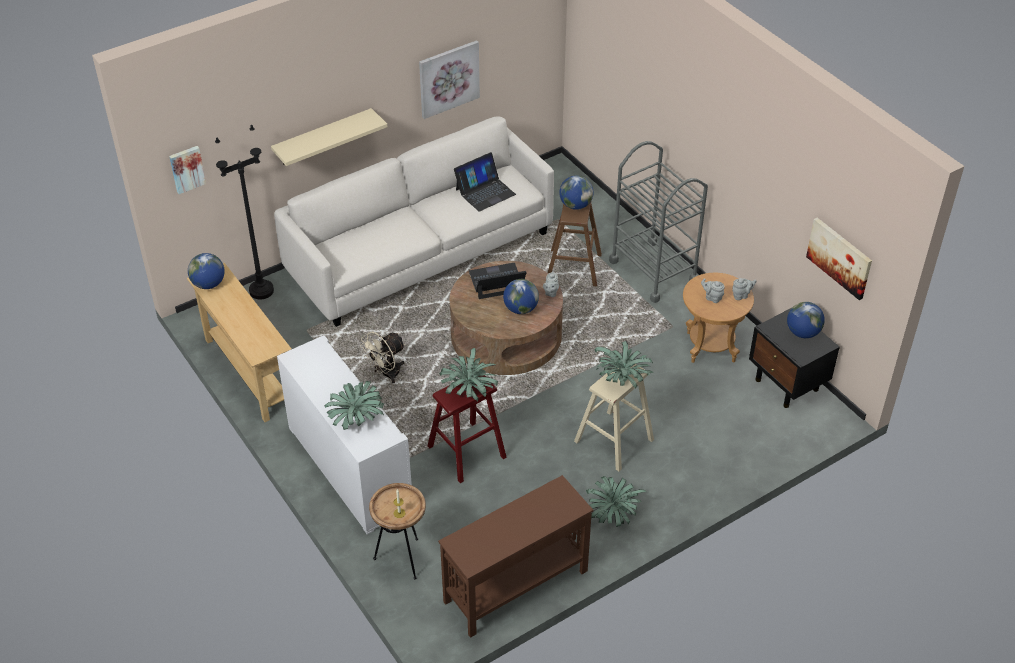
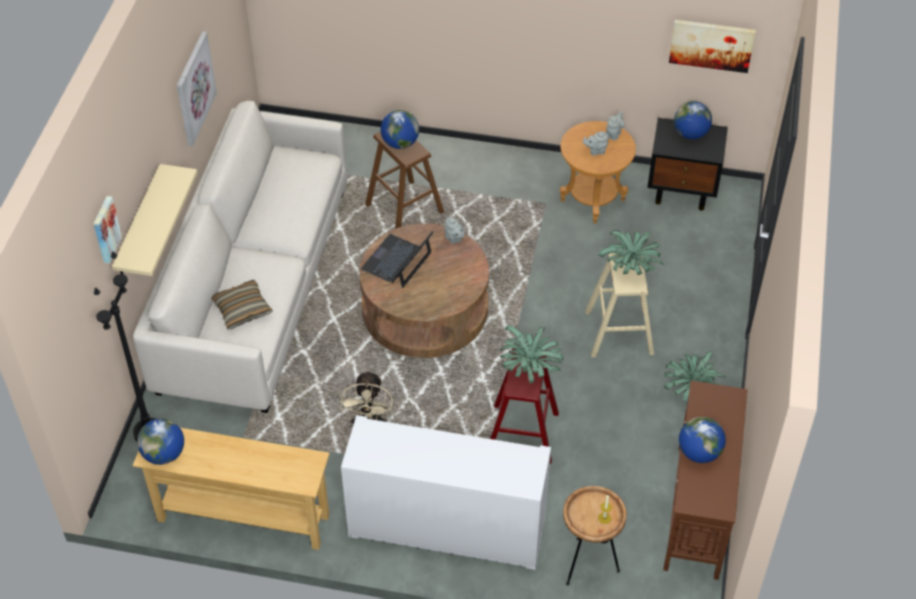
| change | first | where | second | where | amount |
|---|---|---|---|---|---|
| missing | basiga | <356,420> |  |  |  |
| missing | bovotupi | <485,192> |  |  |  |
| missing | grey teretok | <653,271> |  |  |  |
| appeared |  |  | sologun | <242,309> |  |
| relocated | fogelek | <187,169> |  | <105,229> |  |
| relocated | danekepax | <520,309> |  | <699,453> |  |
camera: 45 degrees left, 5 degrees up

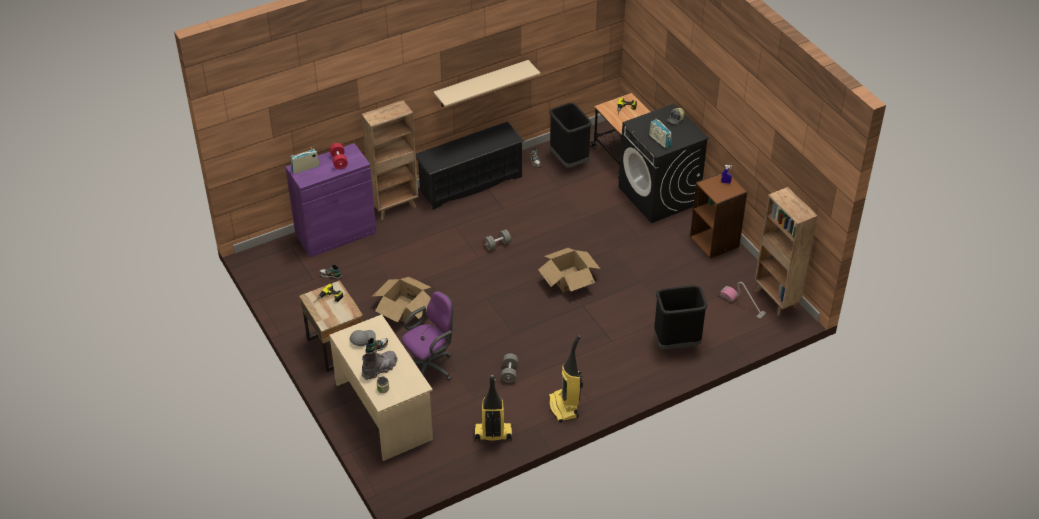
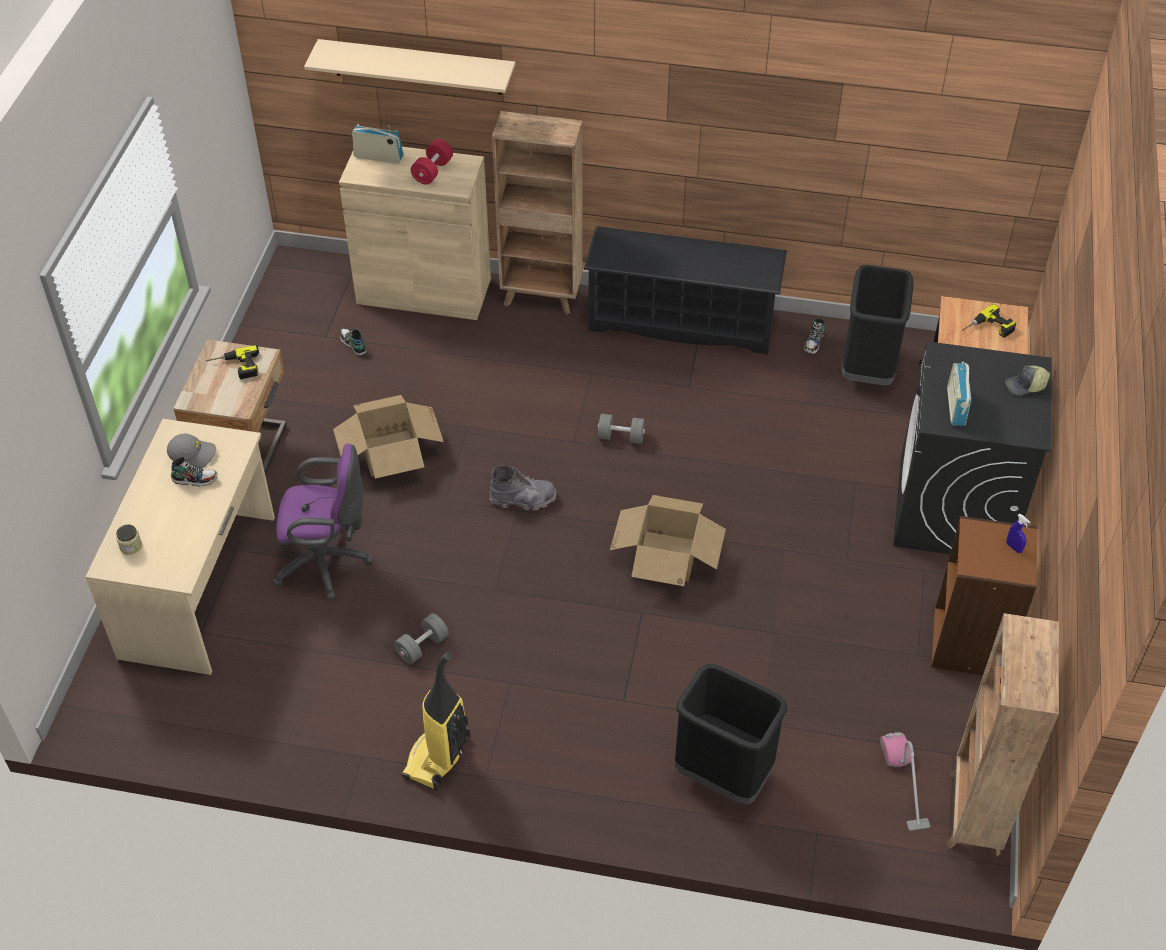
| change | first | where | second | where | amount |
|---|---|---|---|---|---|
| missing | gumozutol | <492,434> |  |  |  |
| relocated | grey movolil | <380,368> |  | <523,499> |  |
| relocated | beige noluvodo | <481,84> |  | <417,67> |  |
| colour | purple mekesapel | <336,234> | beige mekesapel | <424,291> |  |
camera: 40 degrees right, 5 degrees up

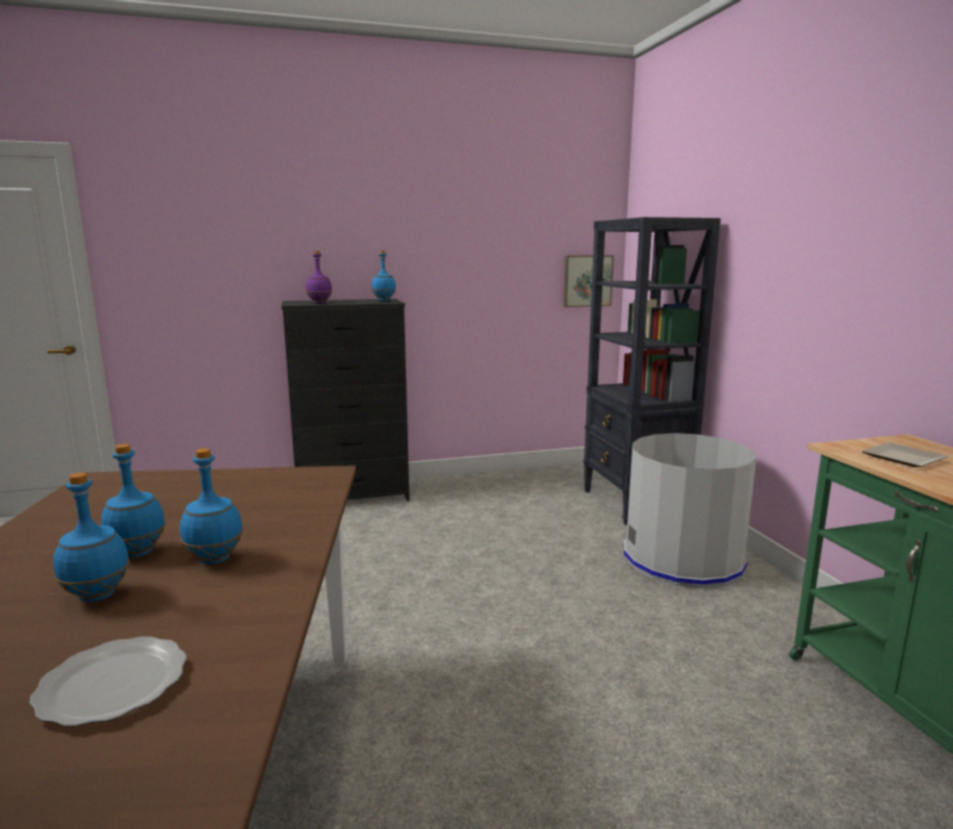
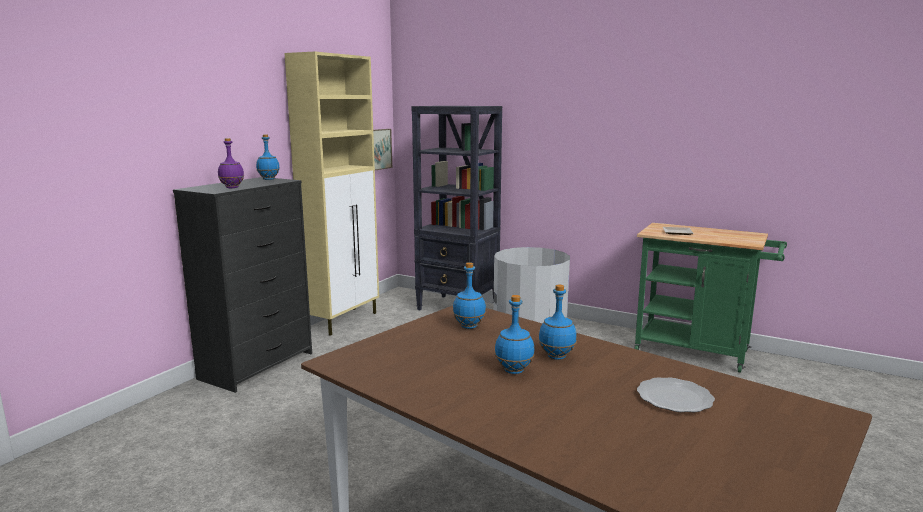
| change | first | where | second | where | amount |
|---|---|---|---|---|---|
| appeared |  |  | beige mekesapel | <343,321> |  |
| relocated | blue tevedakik | <98,595> |  | <469,326> |  |
camera: 45 degrees left, 0 degrees up

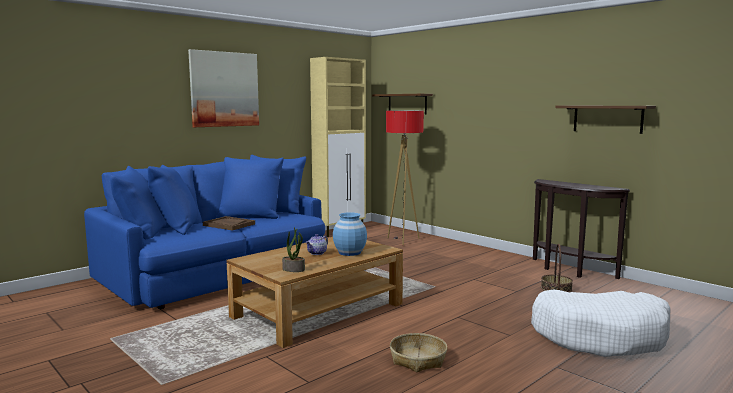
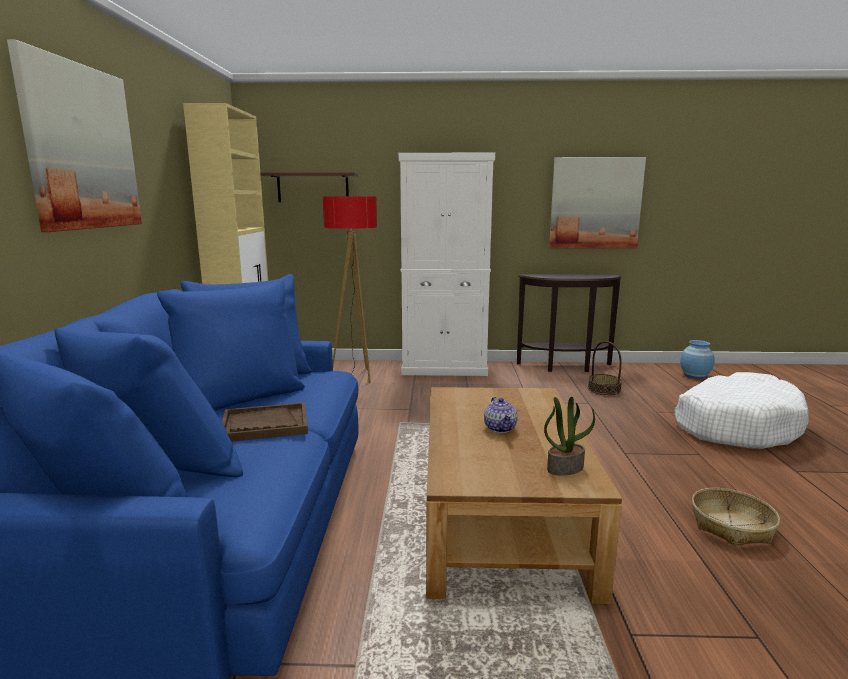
| change | first | where | second | where | amount |
|---|---|---|---|---|---|
| appeared |  |  | white mekesapel | <444,369> |  |
| relocated | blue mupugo | <349,252> |  | <694,375> |  |
| exchanged | brown noluvodo | <607,119> | fogelek | <595,203> |  |
camera: 45 degrees left, 5 degrees up

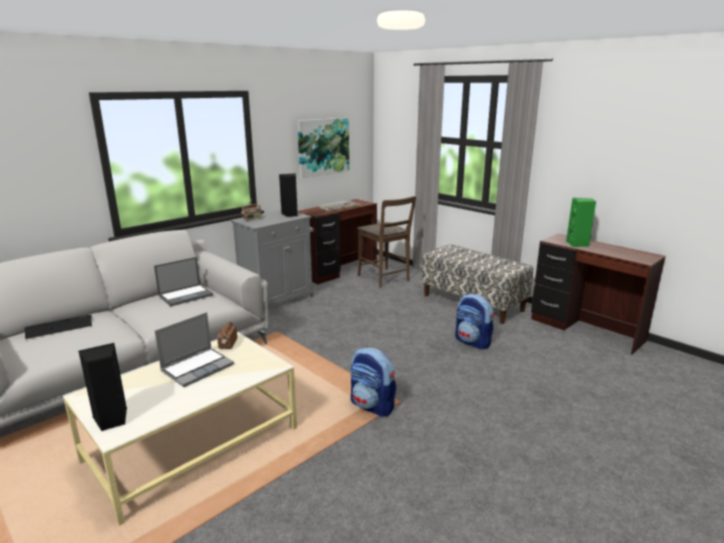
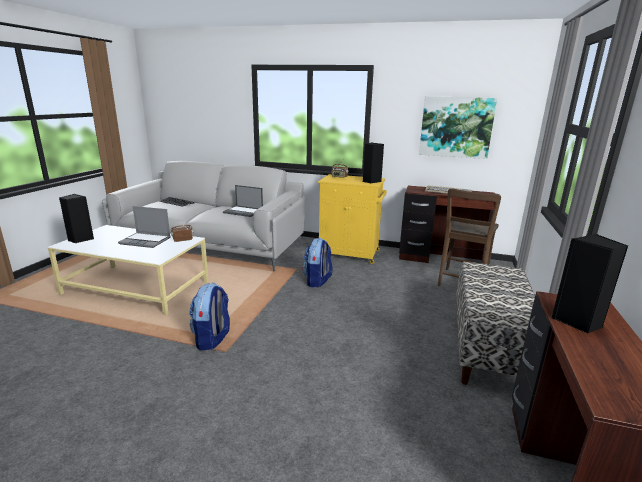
| change | first | where | second | where | amount |
|---|---|---|---|---|---|
| relocated | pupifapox | <473,342> |  | <317,281> |  |
| colour | grey mekesapel | <278,299> | yellow mekesapel | <350,254> |  |
| colour | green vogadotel | <577,244> | black vogadotel | <577,322> |  |
camera: 60 degrees right, 0 degrees up

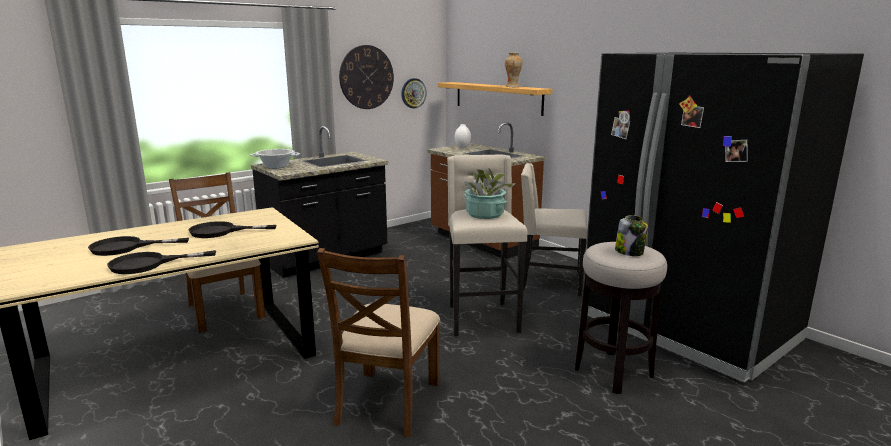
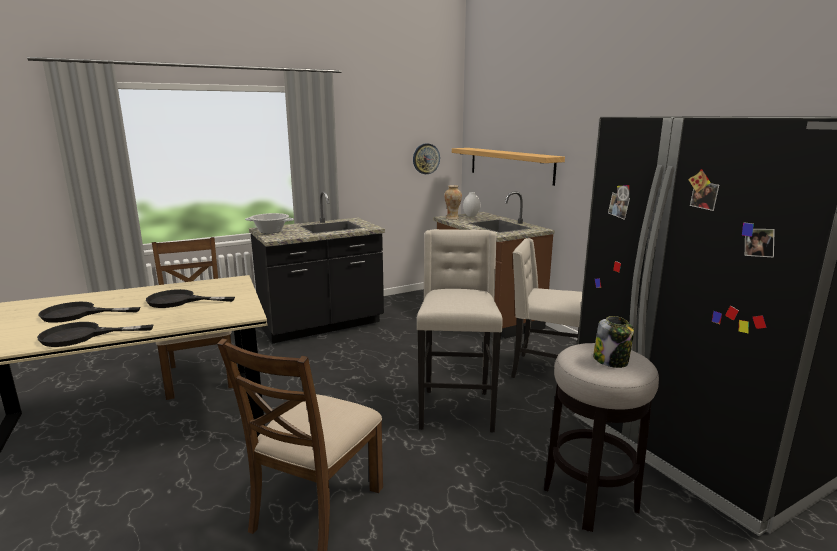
| change | first | where | second | where | amount |
|---|---|---|---|---|---|
| missing | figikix | <366,77> |  |  |  |
| missing | basiga | <484,214> |  |  |  |
| relocated | mupugo | <512,87> |  | <452,218> |  |
camera: 10 degrees right, 0 degrees up

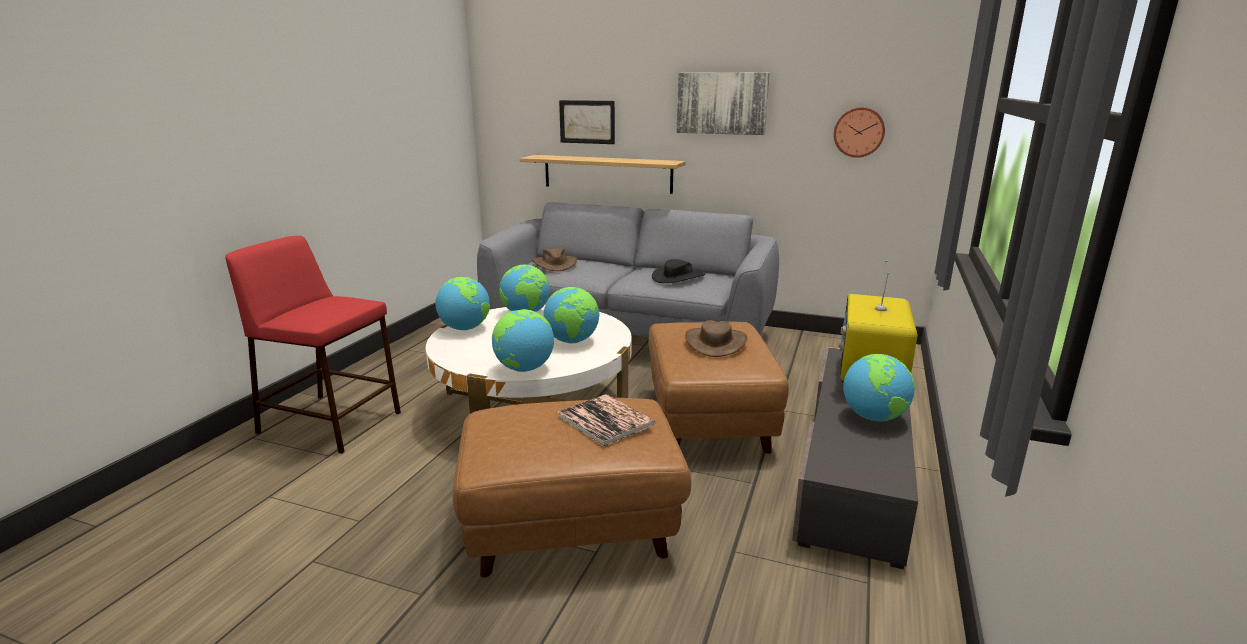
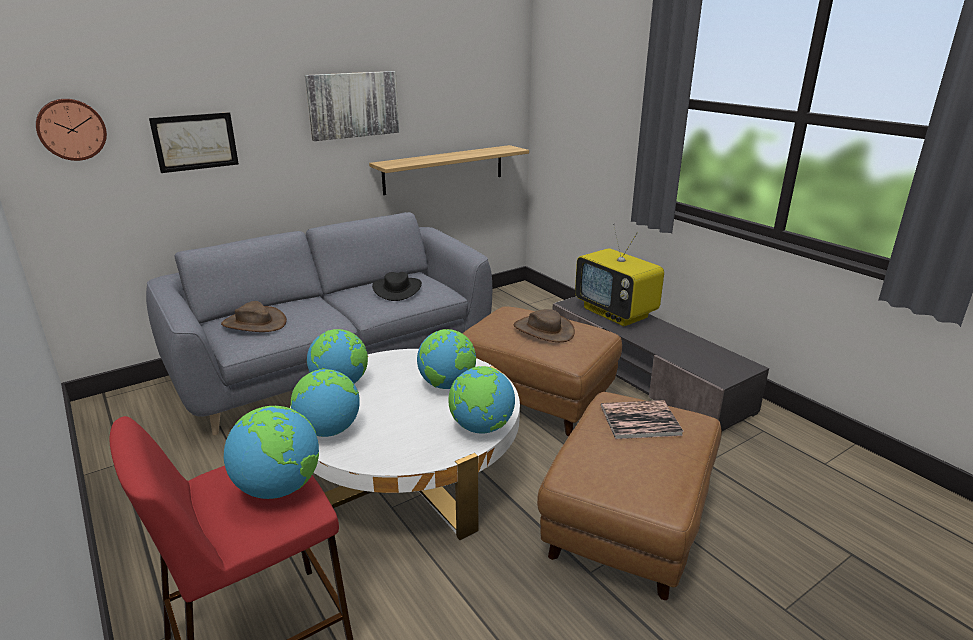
| change | first | where | second | where | amount |
|---|---|---|---|---|---|
| relocated | noluvodo | <607,173> |  | <444,169> |  |
| relocated | figikix | <859,132> |  | <71,129> |  |
| relocated | danekepax | <874,417> |  | <279,487> |  |
camera: 55 degrees left, 5 degrees up

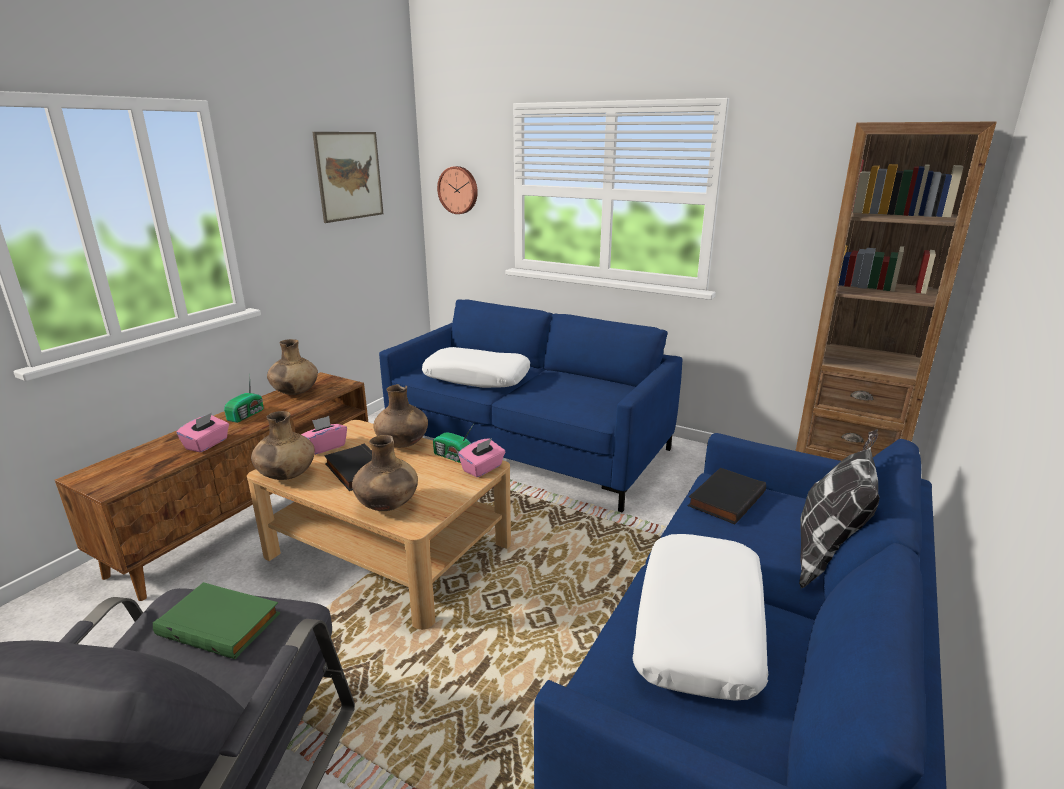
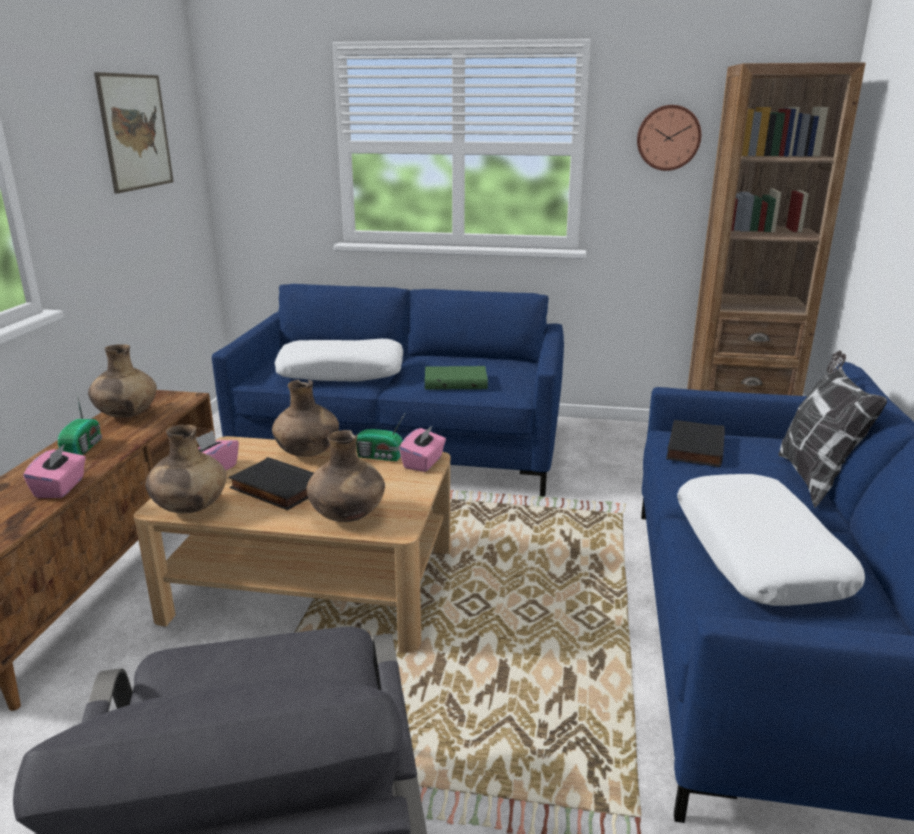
| change | first | where | second | where | amount |
|---|---|---|---|---|---|
| relocated | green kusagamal | <221,623> |  | <456,381> |  |
| relocated | figikix | <458,190> |  | <668,137> |  |
camera: 20 degrees left, 0 degrees up

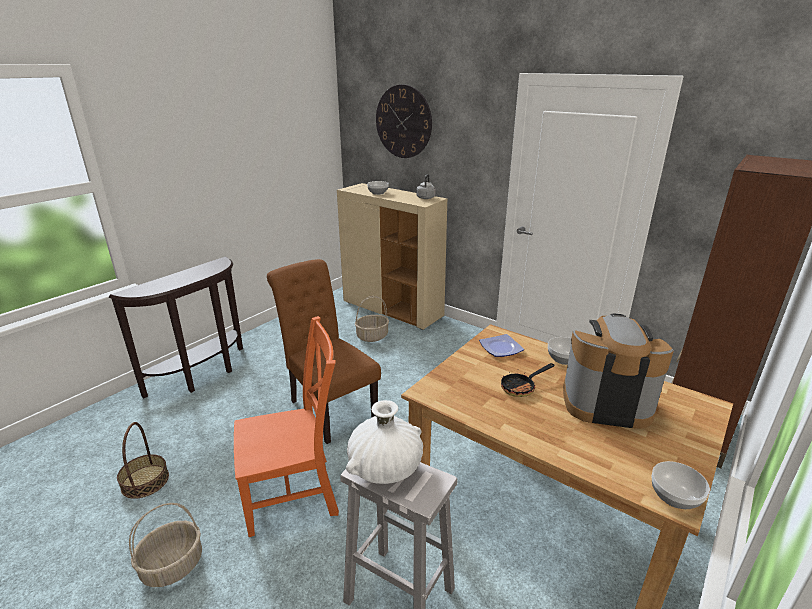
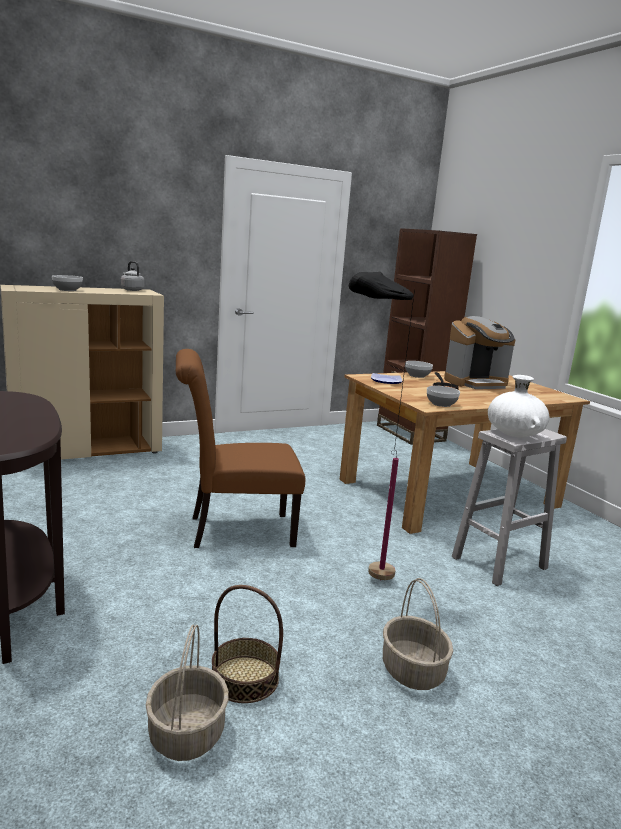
| change | first | where | second | where | amount |
|---|---|---|---|---|---|
| missing | figikix | <403,122> |  |  |  |
| relocated | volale | <372,336> |  | <186,733> |  |
| relocated | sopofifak | <675,497> |  | <441,404> |  |
| exchanged | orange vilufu | <295,494> | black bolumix | <357,579> |  |
| spun | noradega | <605,403> |  | <476,383> | 150 degrees counterclockwise |
camera: 65 degrees left, 10 degrees down

